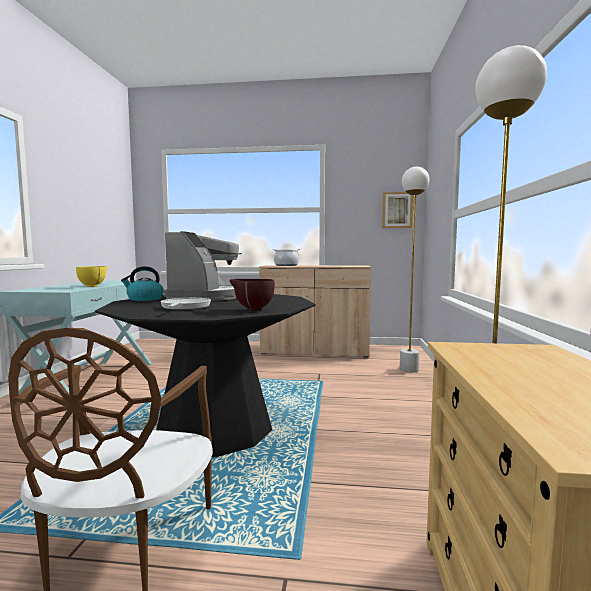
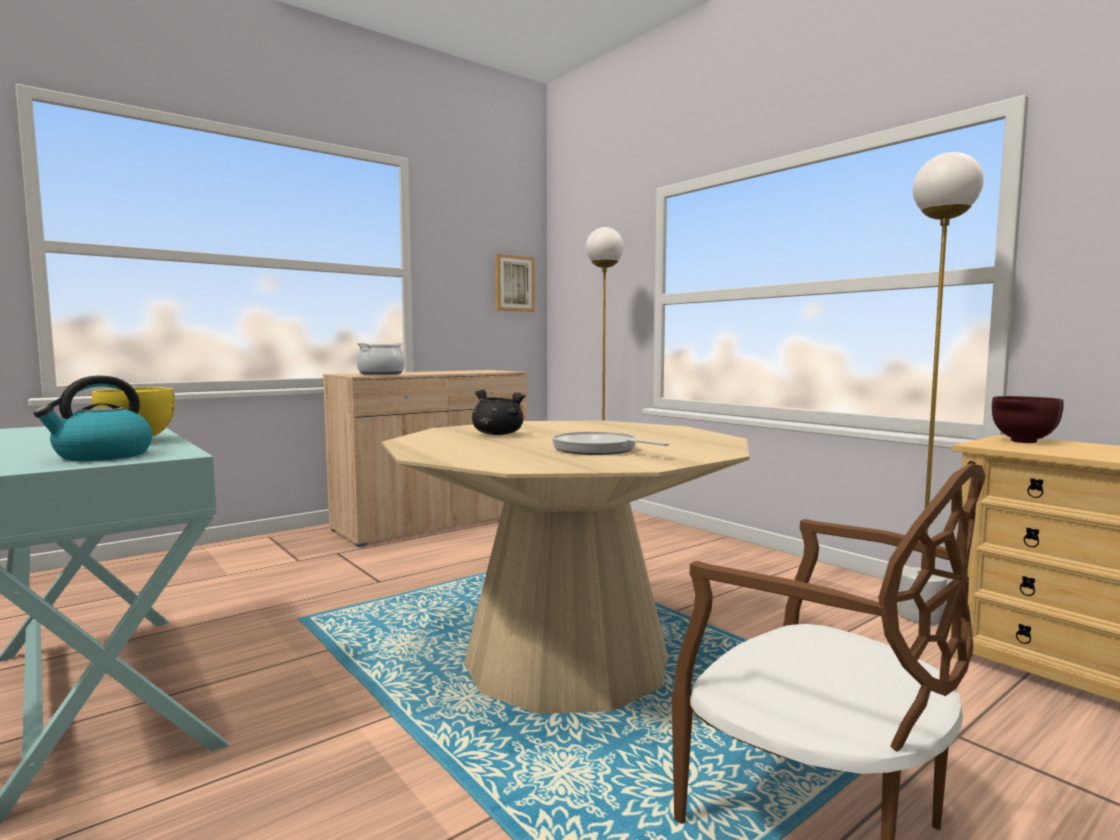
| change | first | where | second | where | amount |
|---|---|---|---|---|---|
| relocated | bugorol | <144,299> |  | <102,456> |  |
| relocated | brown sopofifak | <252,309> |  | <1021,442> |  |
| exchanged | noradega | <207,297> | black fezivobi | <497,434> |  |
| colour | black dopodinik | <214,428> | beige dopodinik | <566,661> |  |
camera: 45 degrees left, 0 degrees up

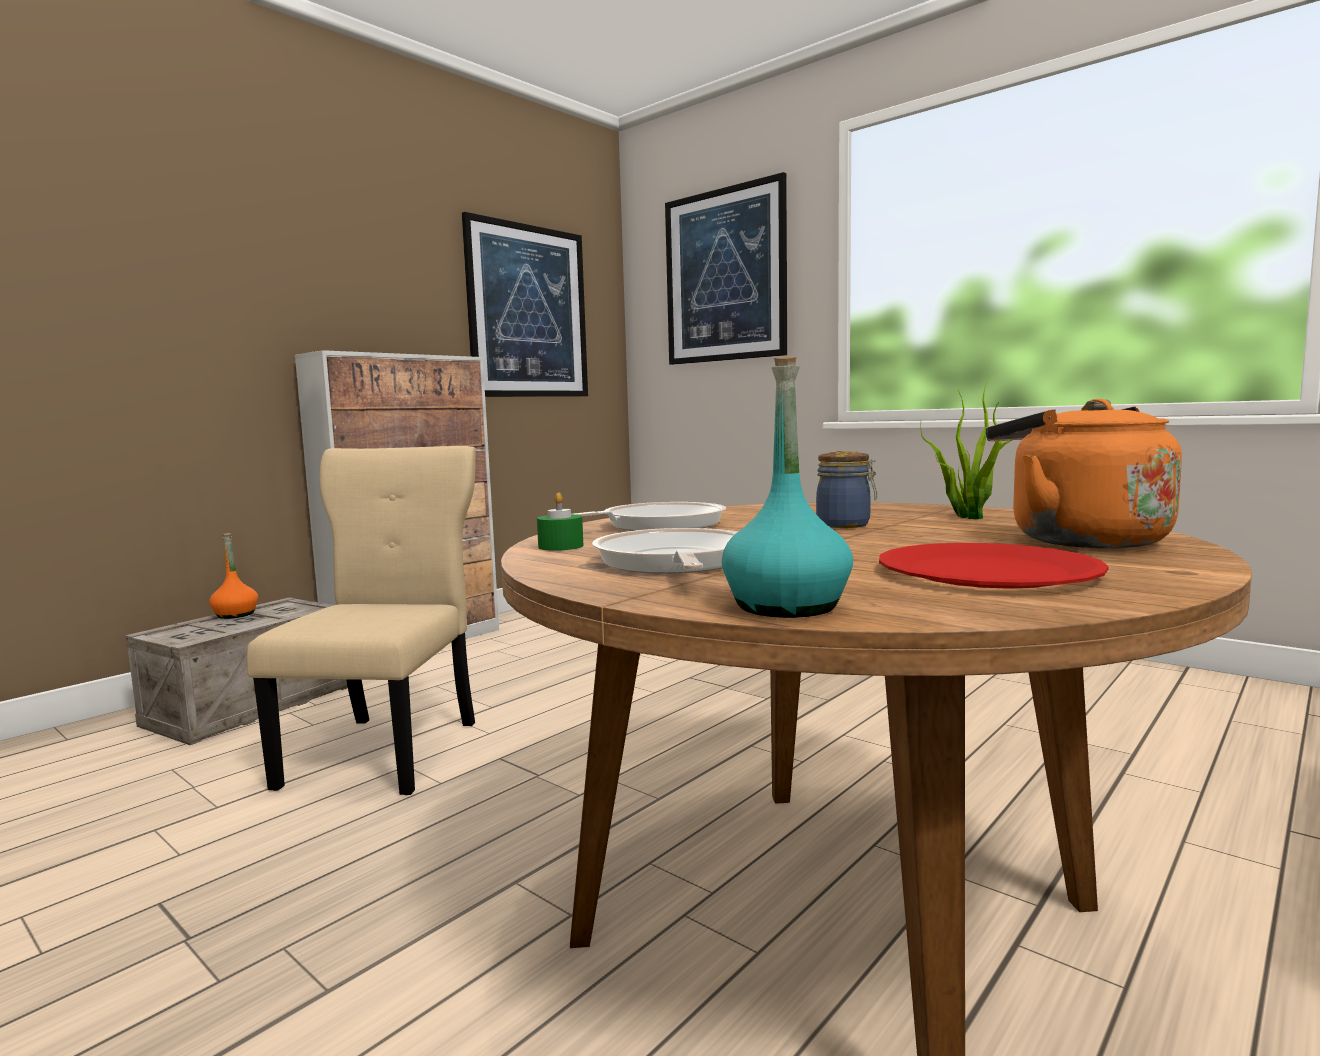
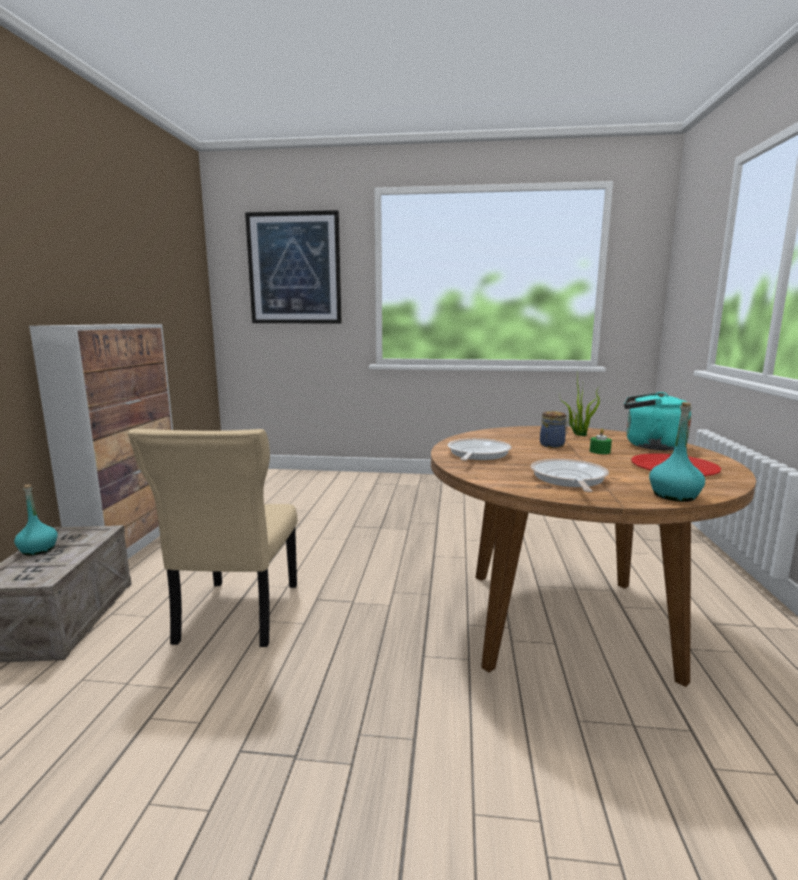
| change | first | where | second | where | amount |
|---|---|---|---|---|---|
| missing | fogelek | <528,312> |  |  |  |
| relocated | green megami | <560,546> |  | <600,451> |  |
| colour | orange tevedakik | <235,614> | turquoise tevedakik | <38,550> |  |
| colour | orange bugorol | <1078,540> | turquoise bugorol | <650,446> |  |
| spun | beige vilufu | <387,750> |  | <236,615> | 150 degrees counterclockwise |
| spun | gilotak | <673,563> |  | <568,479> | 45 degrees clockwise |
camera: 35 degrees left, 5 degrees up

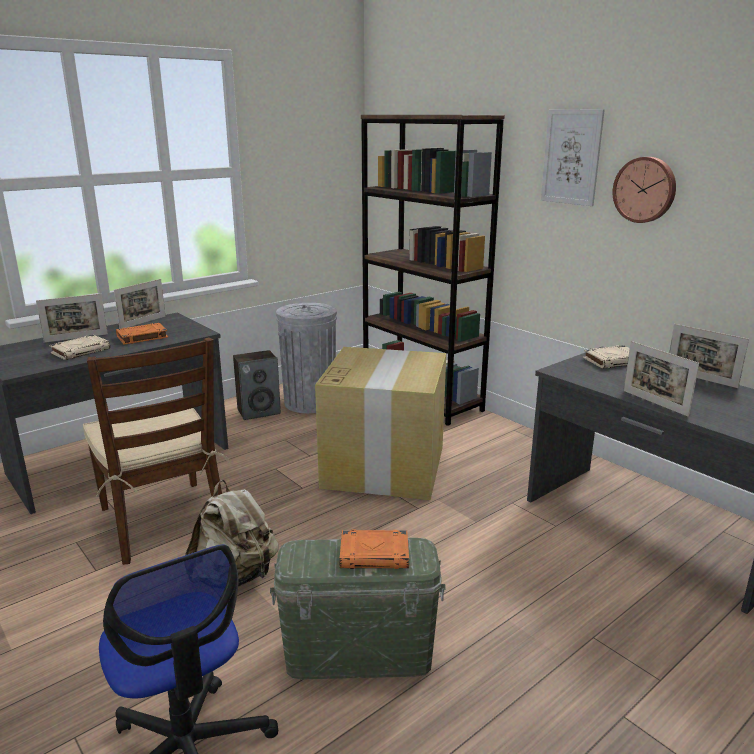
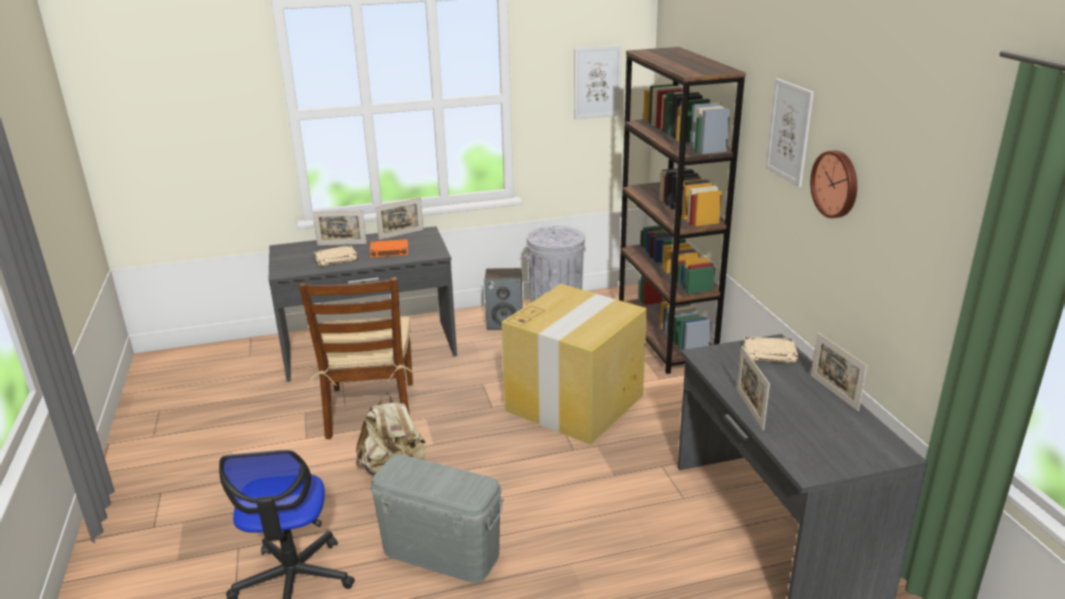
| change | first | where | second | where | amount |
|---|---|---|---|---|---|
| missing | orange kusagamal | <375,554> |  |  |  |
| appeared |  |  | fogelek | <597,82> |  |
| colour | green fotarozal | <359,652> | grey fotarozal | <441,552> |  |
camera: 25 degrees right, 5 degrees up

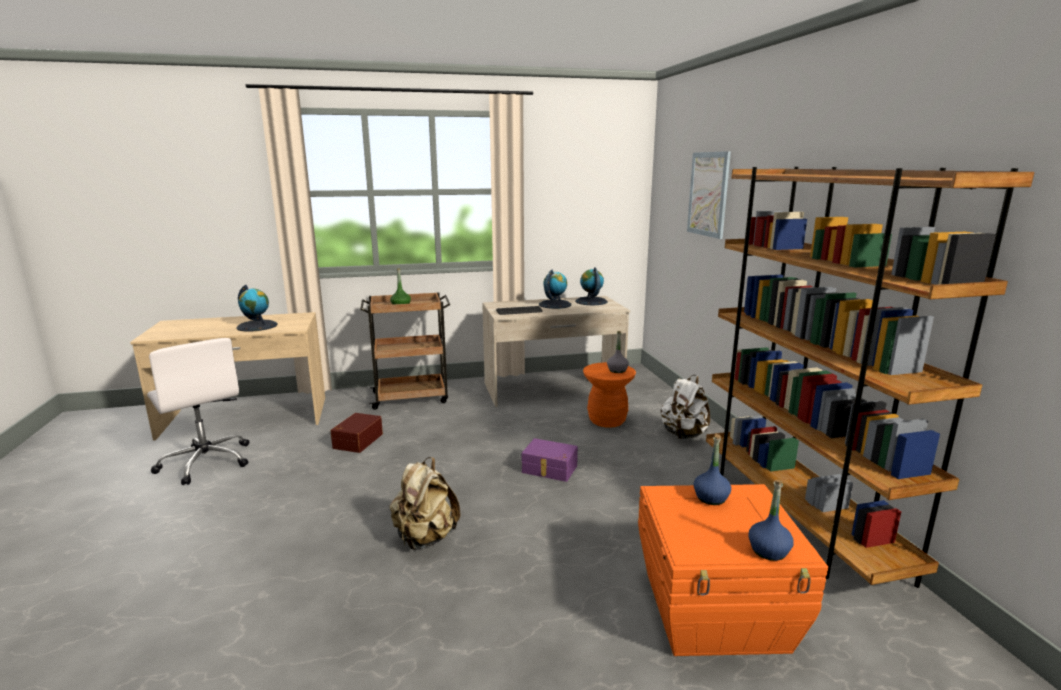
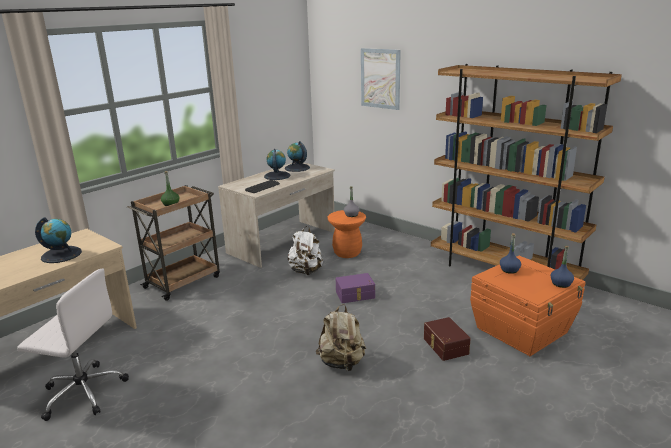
| change | first | where | second | where | amount |
|---|---|---|---|---|---|
| relocated | brown fotarozal | <357,441> |  | <444,346> |  |
| relocated | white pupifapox | <684,435> |  | <306,271> |  |
camera: 35 degrees left, 5 degrees up

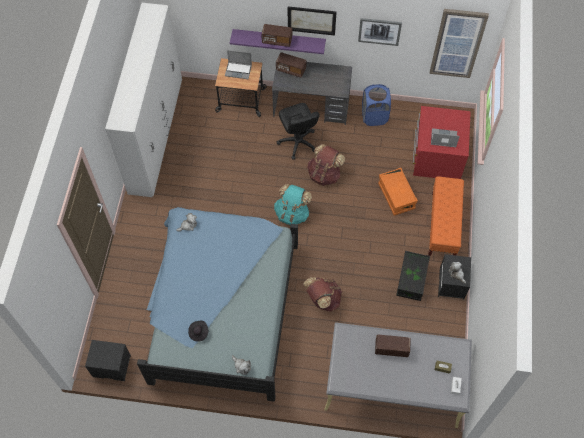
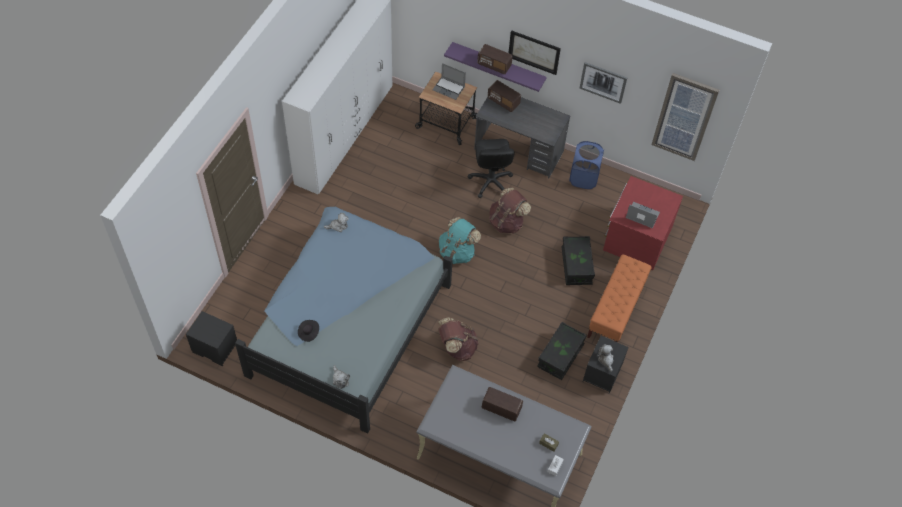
| change | first | where | second | where | amount |
|---|---|---|---|---|---|
| colour | orange fotarozal | <396,196> | black fotarozal | <576,266> |  |
camera: 15 degrees right, 5 degrees down

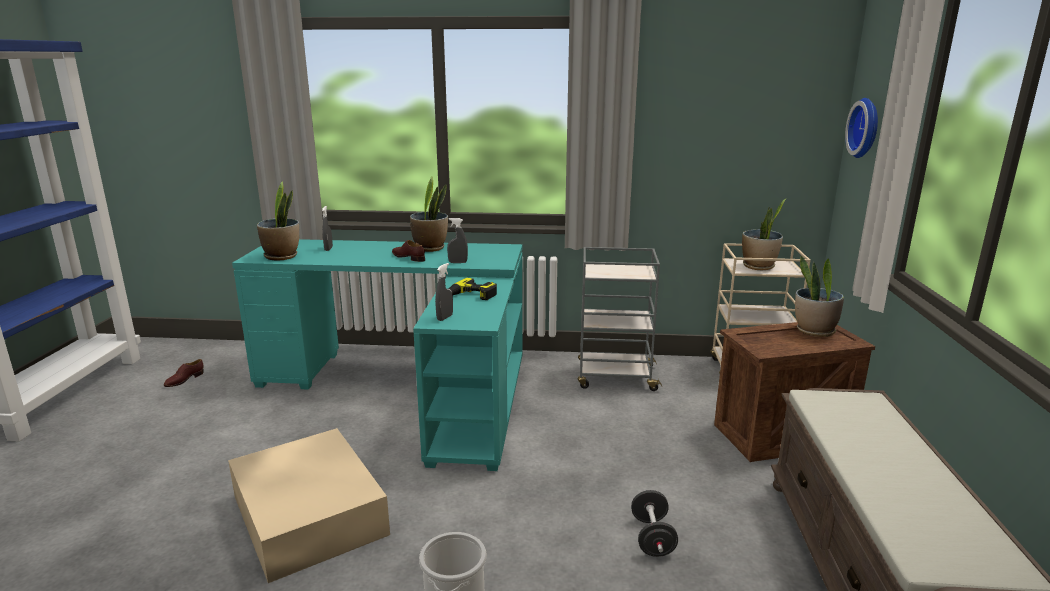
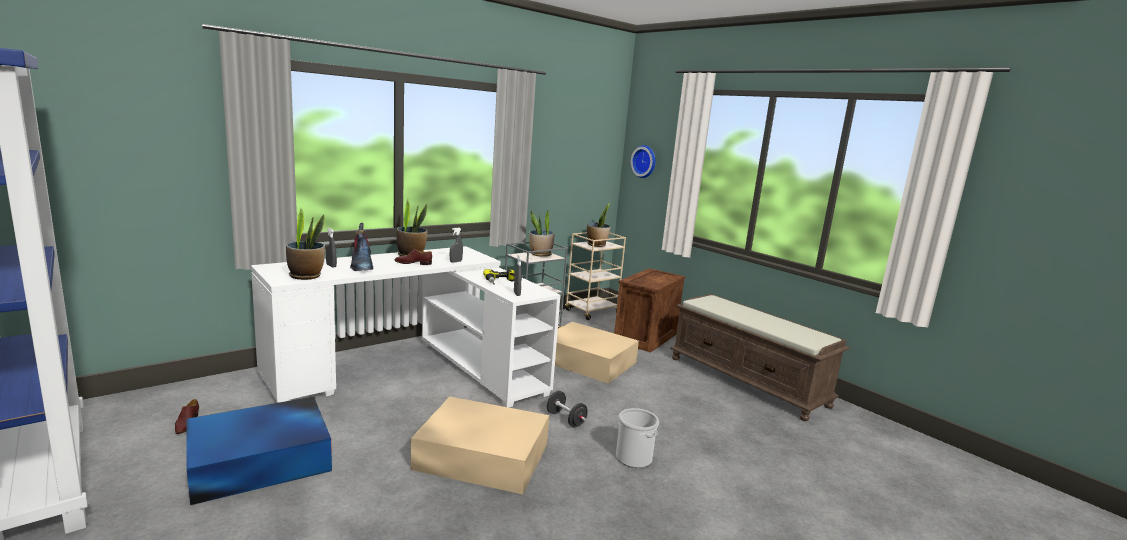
| change | first | where | second | where | amount |
|---|---|---|---|---|---|
| appeared |  |  | blue fotarozal | <262,461> |  |
| appeared |  |  | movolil | <361,265> |  |
| appeared |  |  | beige fotarozal | <586,361> |  |
| relocated | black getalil | <652,537> |  | <565,419> |  |
| relocated | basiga | <814,331> |  | <540,254> |  |
| colour | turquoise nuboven | <412,387> | white nuboven | <415,370> |  |
camera: 45 degrees left, 5 degrees down

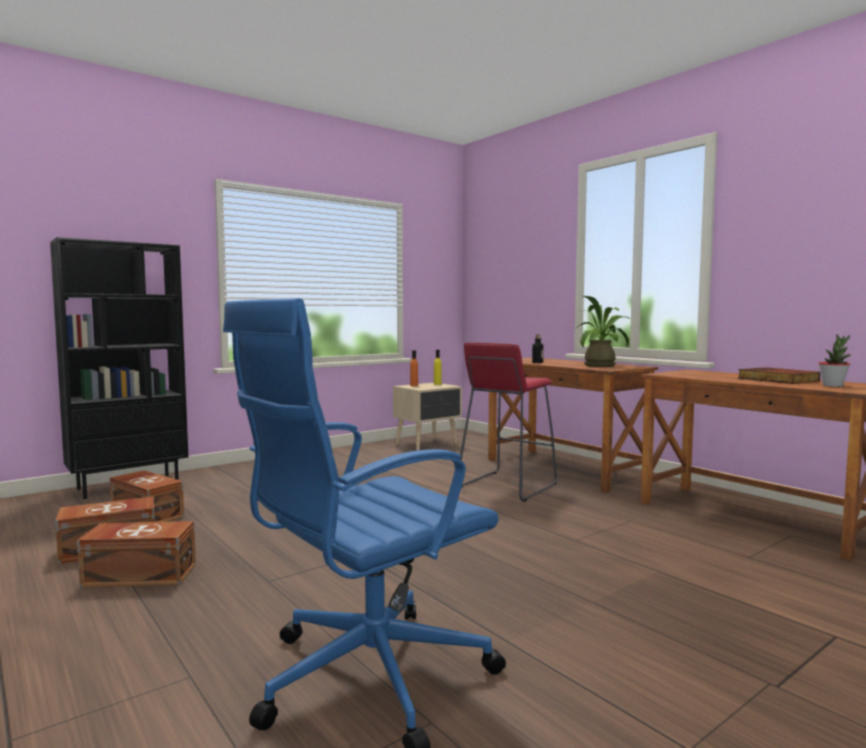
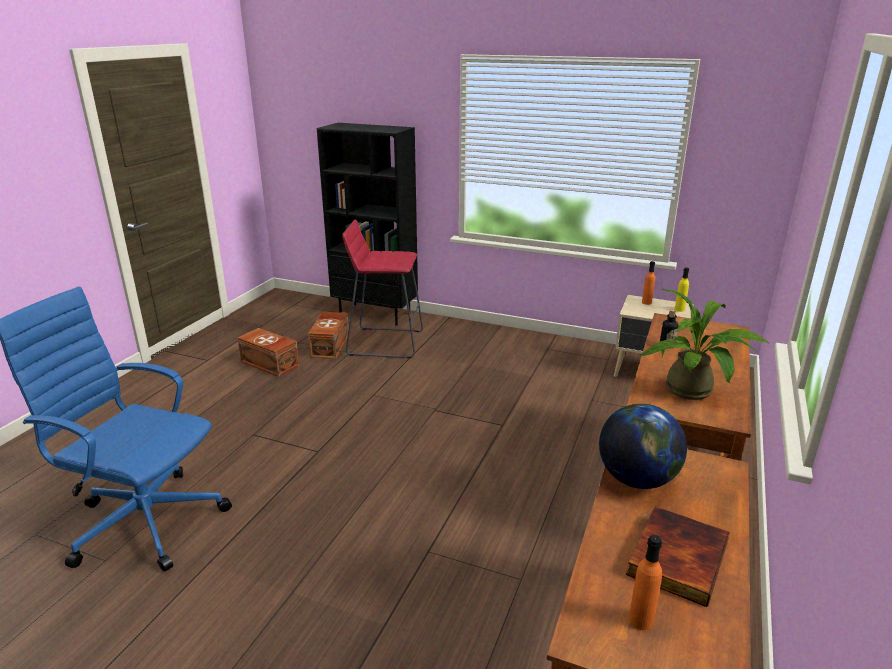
| change | first | where | second | where | amount |
|---|---|---|---|---|---|
| missing | brown fotarozal | <139,575> |  |  |  |
| appeared |  |  | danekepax | <637,479> |  |
| relocated | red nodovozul | <506,486> |  | <385,342> |  |
| exchanged | basiga | <832,386> | orange tevedakik | <640,620> |  |
camera: 60 degrees right, 20 degrees up

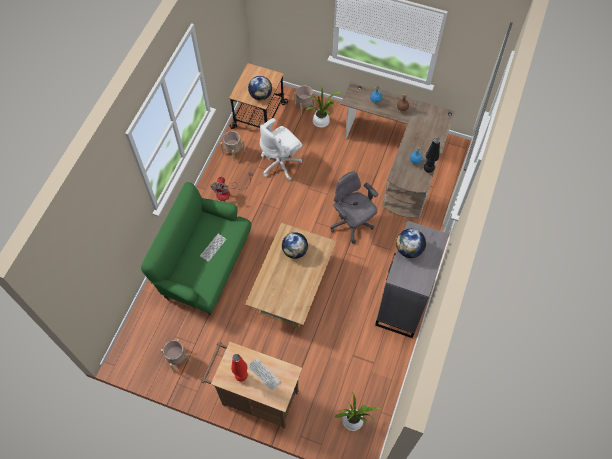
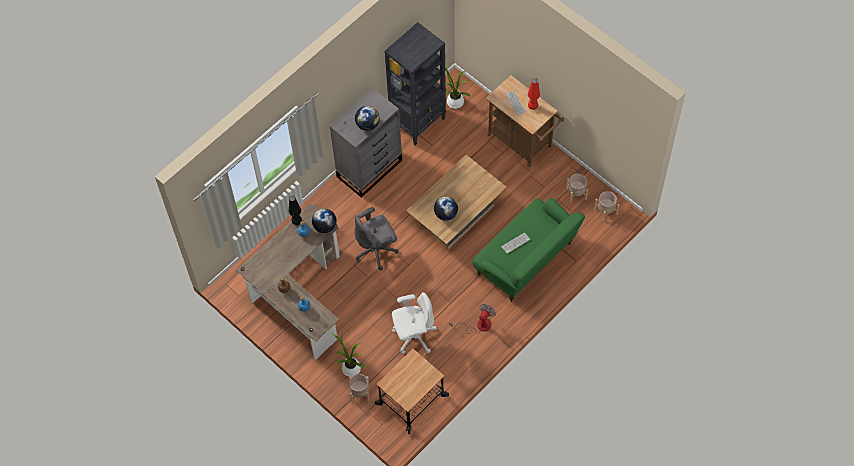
| change | first | where | second | where | amount |
|---|---|---|---|---|---|
| appeared |  |  | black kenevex | <418,122> |  |
| relocated | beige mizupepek | <234,152> |  | <605,211> |  |
| relocated | danekepax | <260,95> |  | <325,226> |  |
| spun | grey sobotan | <351,224> |  | <376,250> | 75 degrees clockwise |
camera: 155 degrees left, 0 degrees up

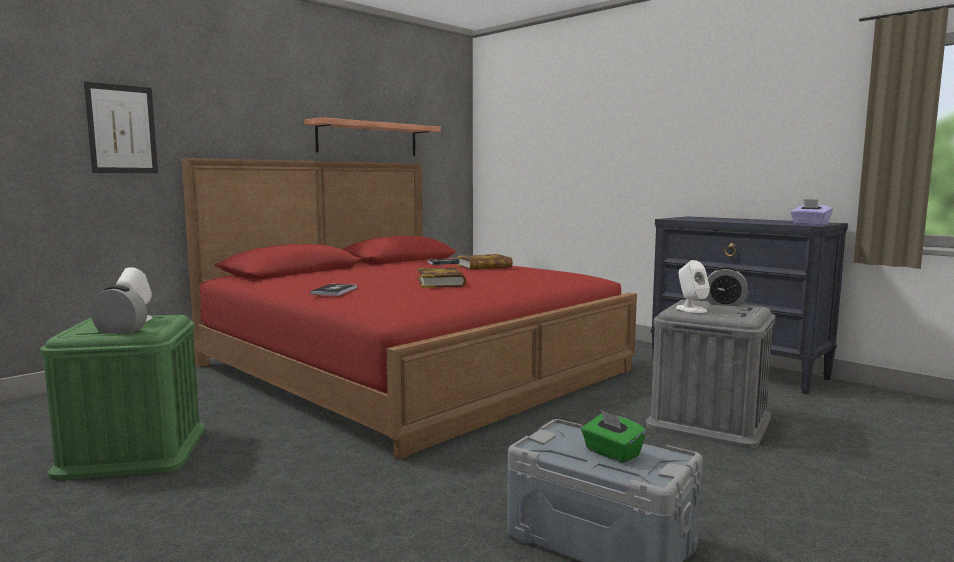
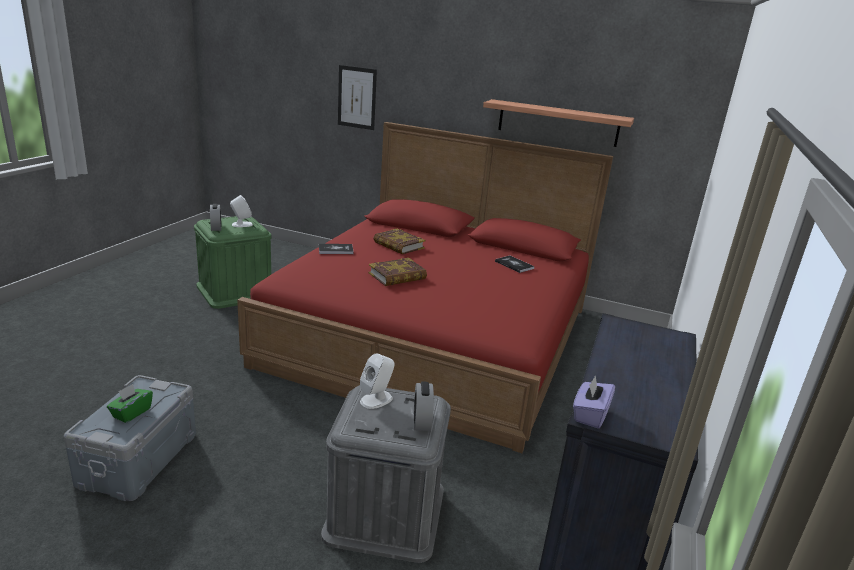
| change | first | where | second | where | amount |
|---|---|---|---|---|---|
| relocated | kusagamal | <484,266> |  | <398,245> |  |
camera: 65 degrees right, 15 degrees up

